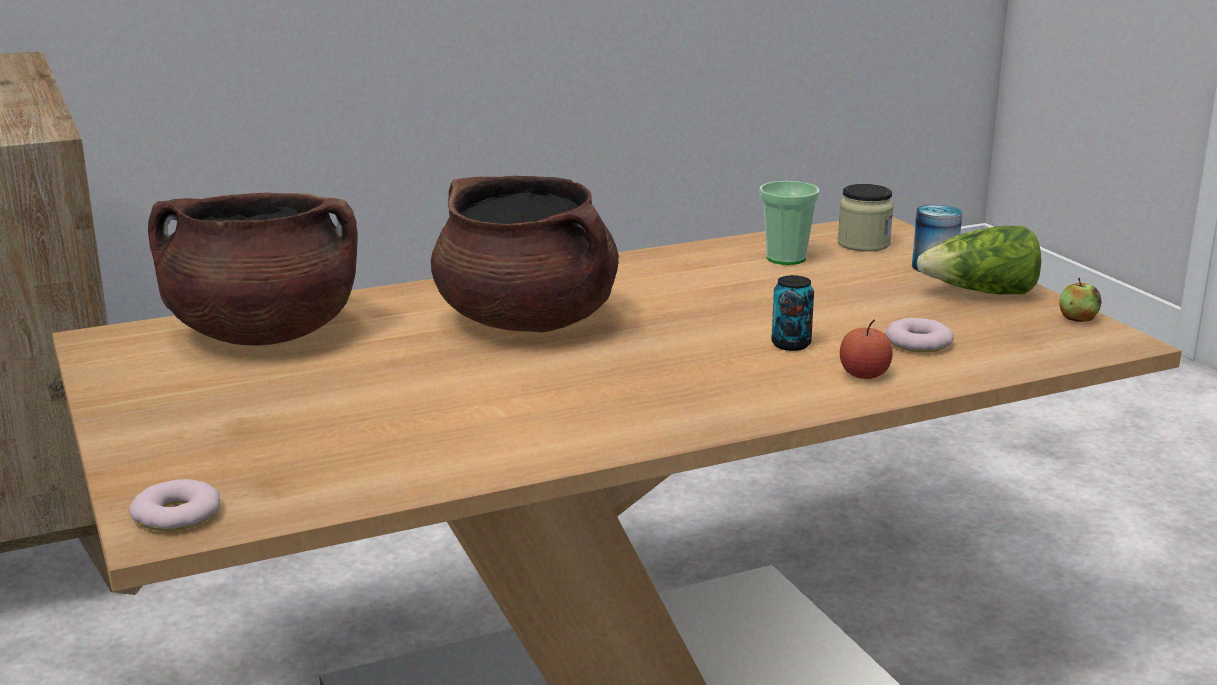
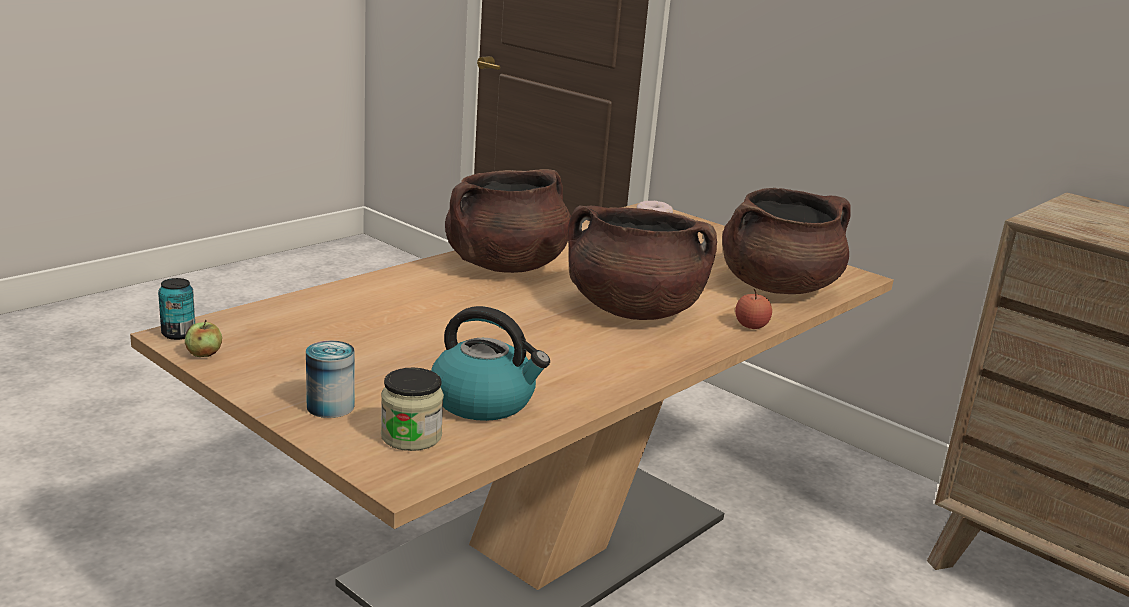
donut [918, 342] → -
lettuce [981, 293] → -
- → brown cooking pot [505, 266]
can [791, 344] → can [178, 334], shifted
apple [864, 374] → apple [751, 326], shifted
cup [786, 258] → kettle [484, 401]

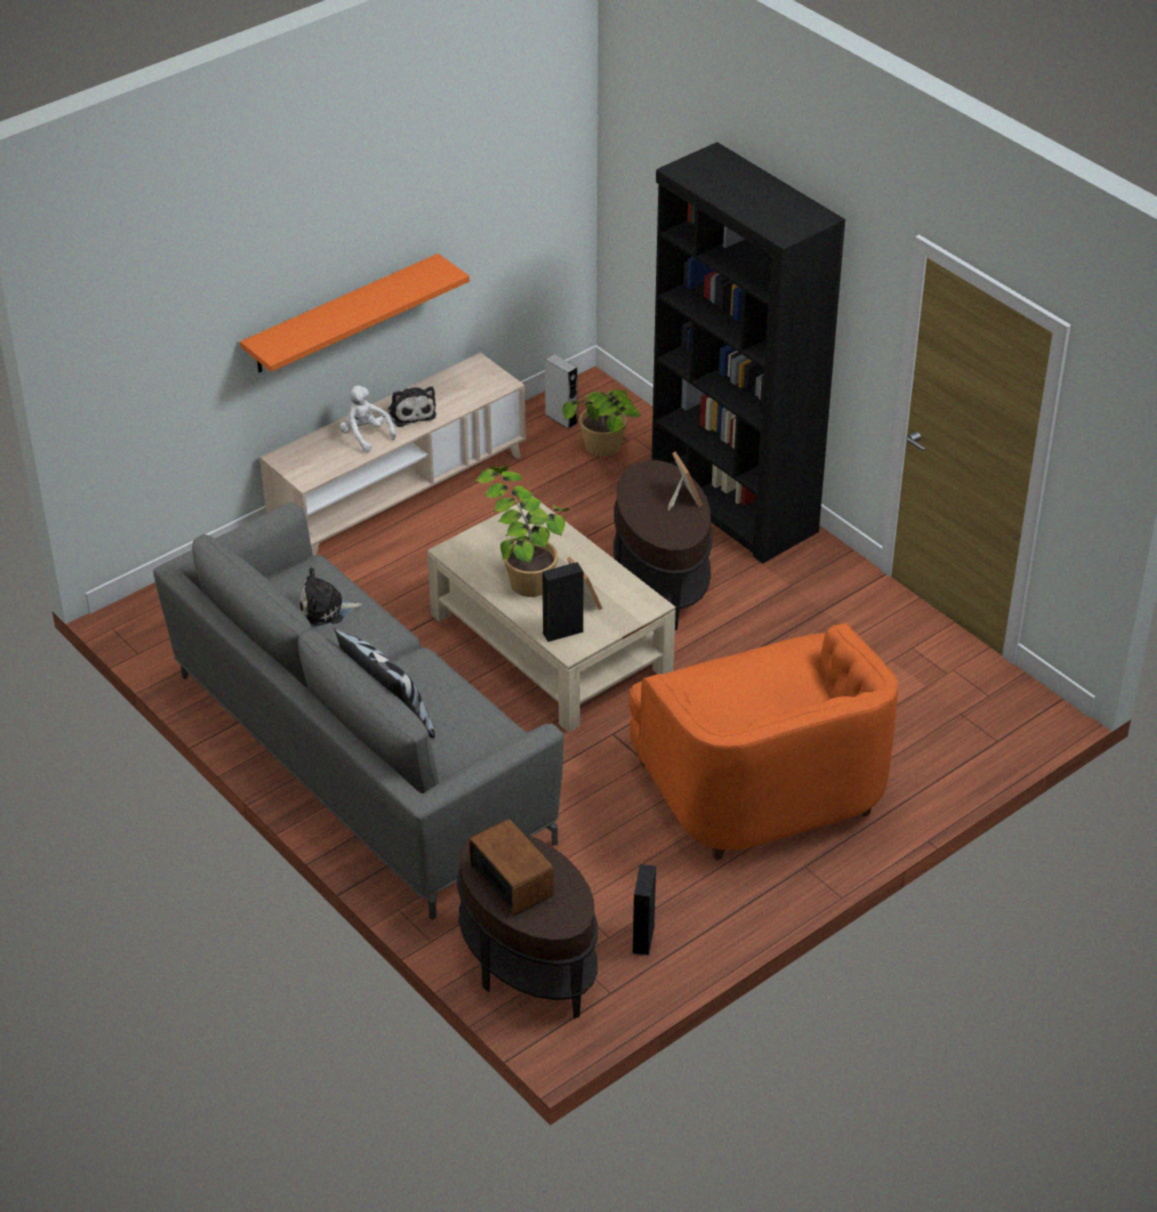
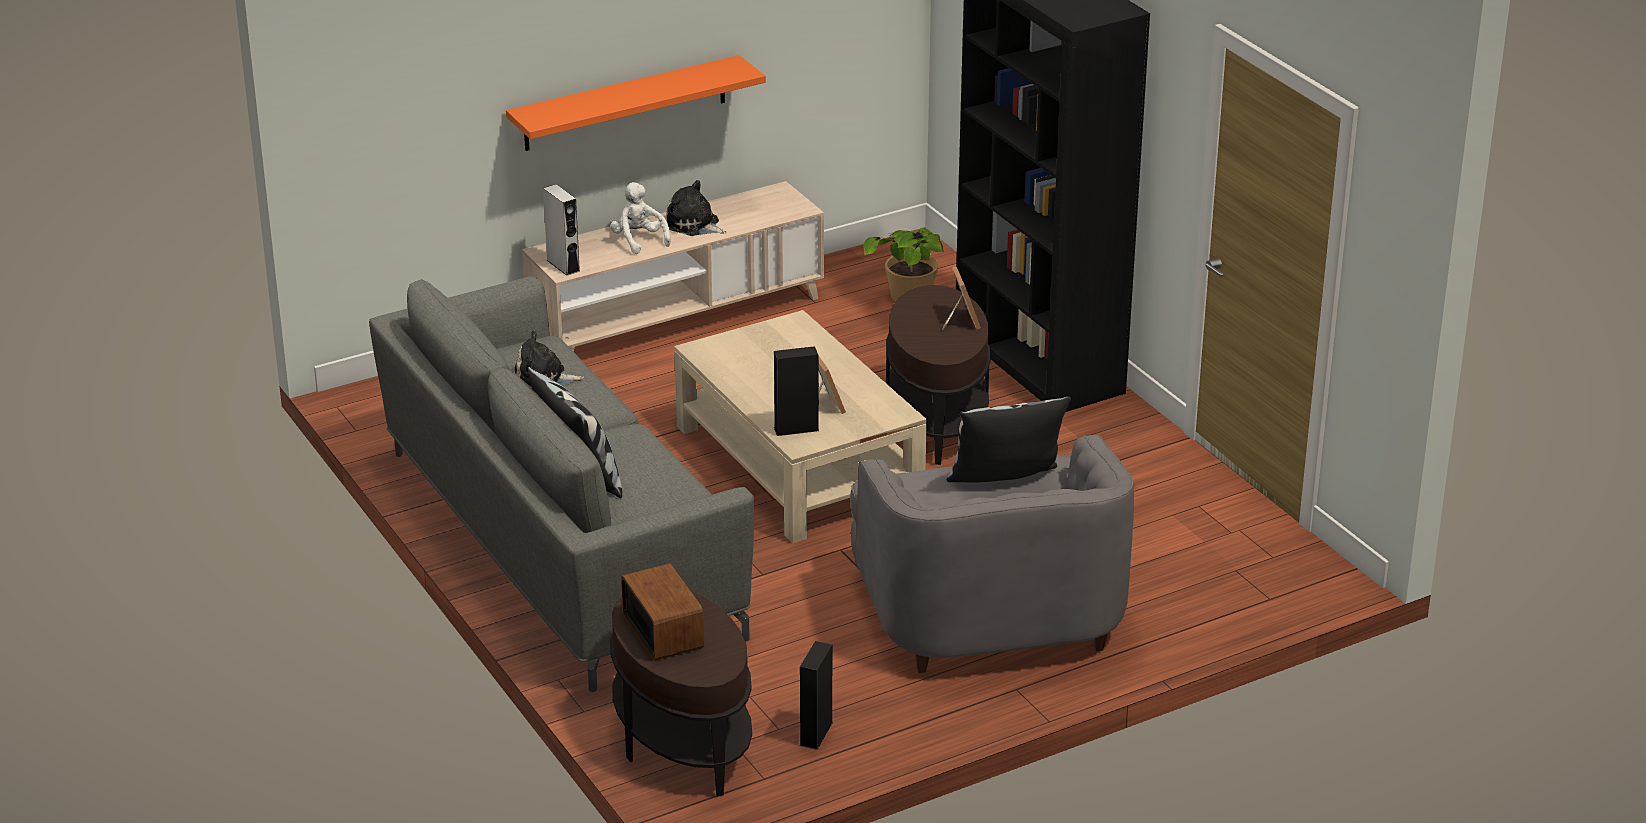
potted plant [523, 570] → -
- → pillow [1006, 482]
grey speaker [561, 419] → grey speaker [563, 265], shifted
orange armchair [761, 785] → grey armchair [990, 611]
plush toy [411, 412] → plush toy [694, 225], 135 degrees clockwise

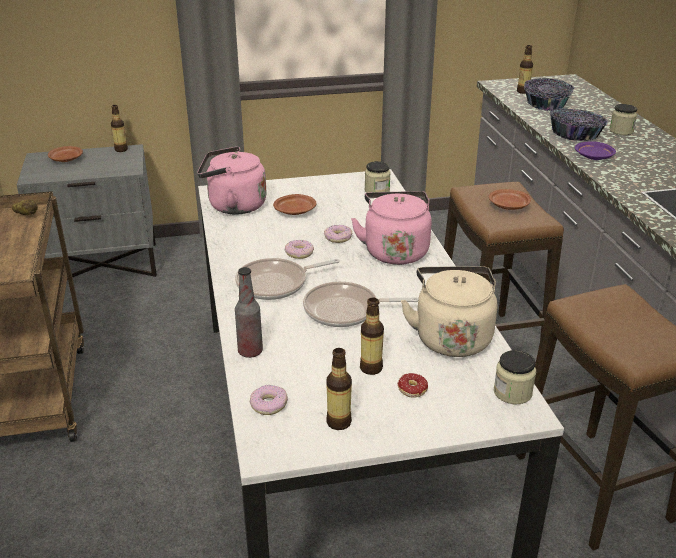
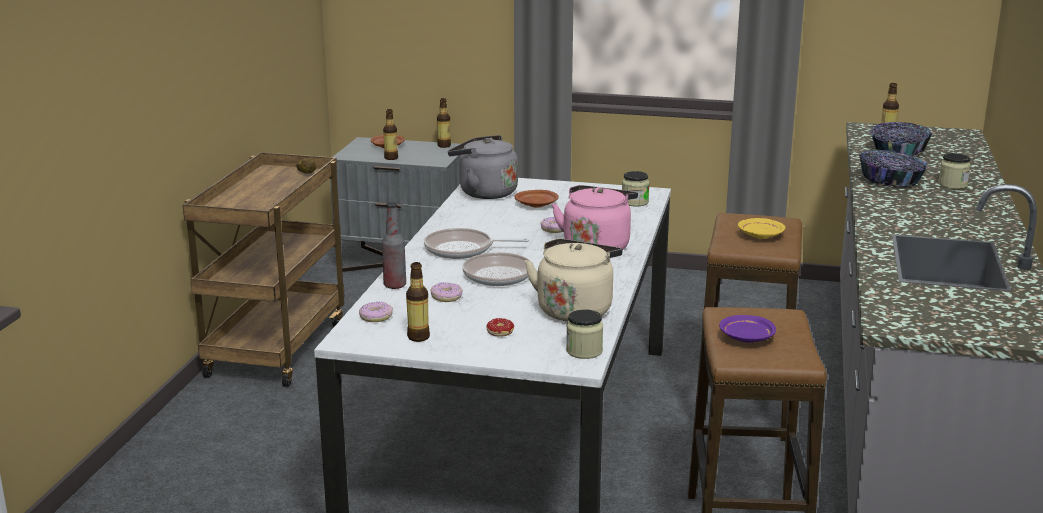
donut [299, 253] → donut [446, 297], shifted
bottle [371, 368] → bottle [391, 158], shifted
purple plate [593, 157] → purple plate [746, 337], shifted
pink kettle [233, 206] → grey kettle [484, 192]
brown plate [508, 206] → yellow plate [760, 235]

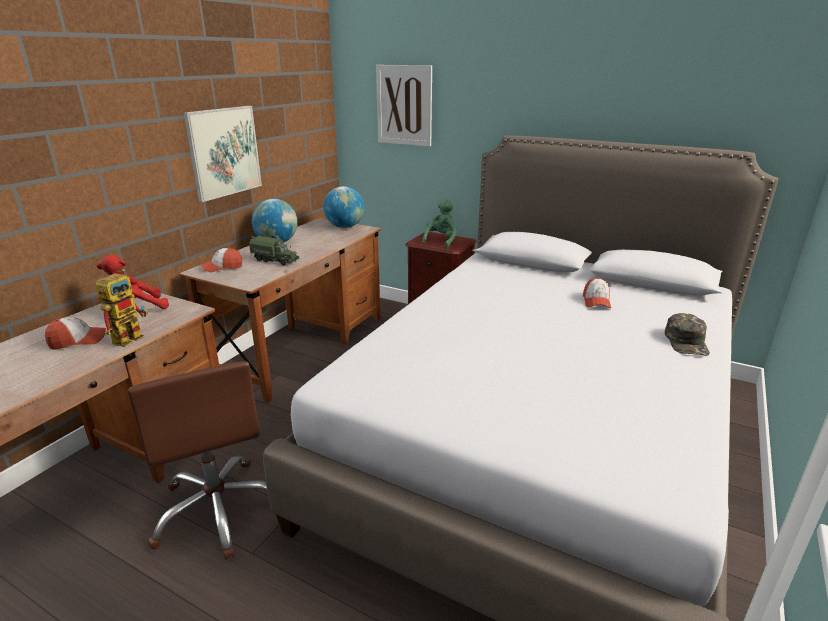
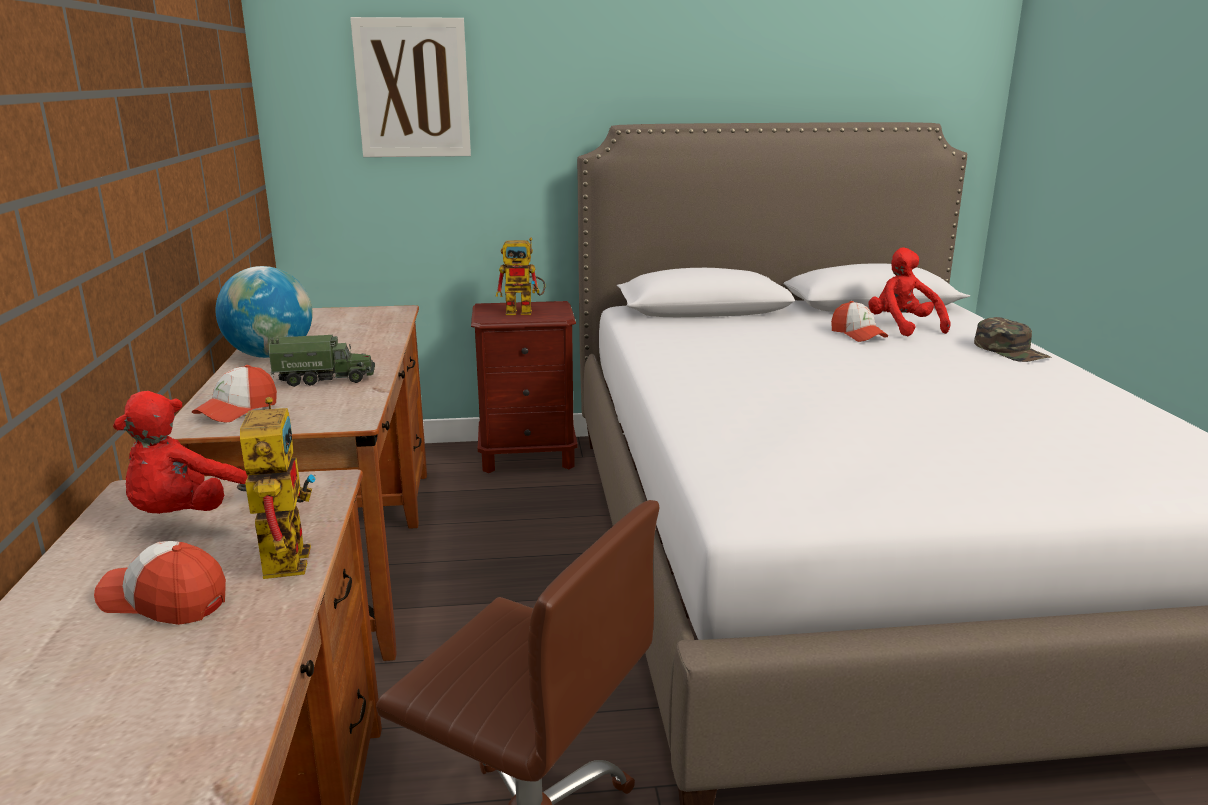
picture [224, 152] → -
globe [345, 227] → -
- → red plush toy [902, 327]
green plush toy [441, 241] → toy robot [525, 311]
cap [78, 341] → cap [164, 600], 105 degrees counterclockwise

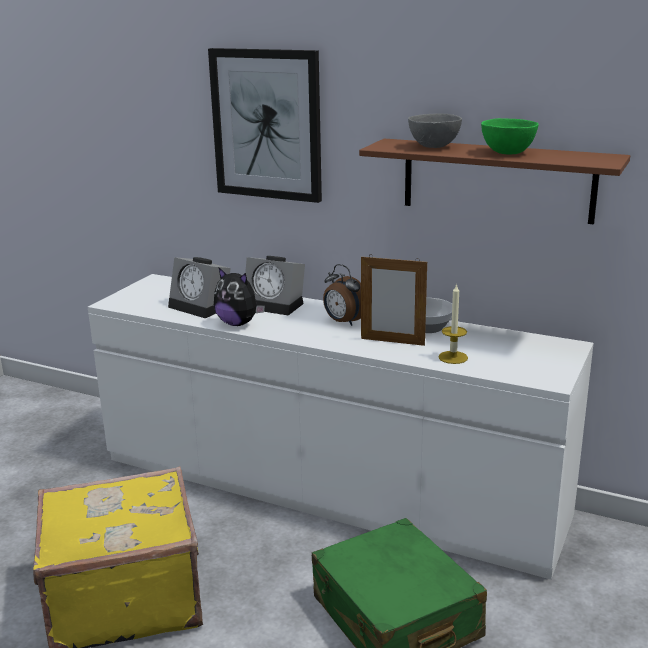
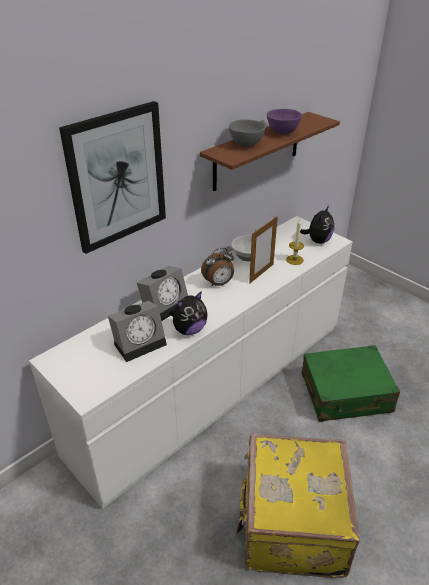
- → plush toy [317, 241]
green bowl [507, 153] → purple bowl [282, 132]

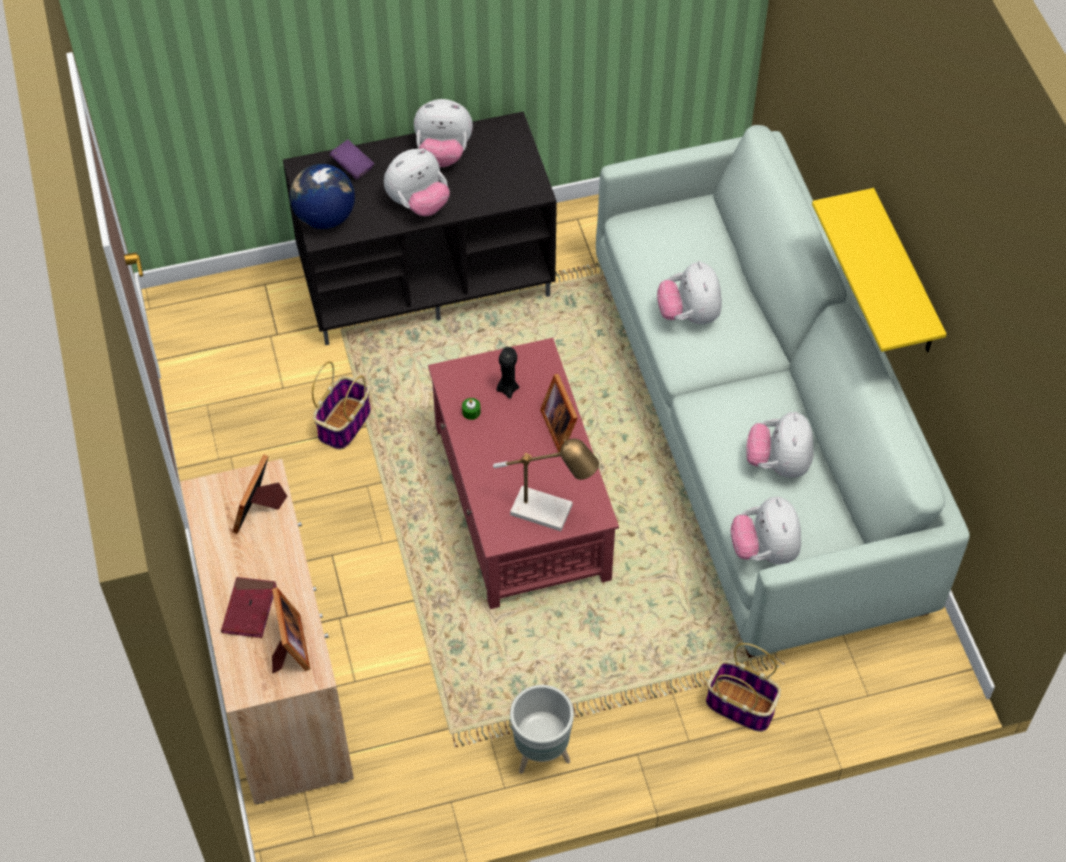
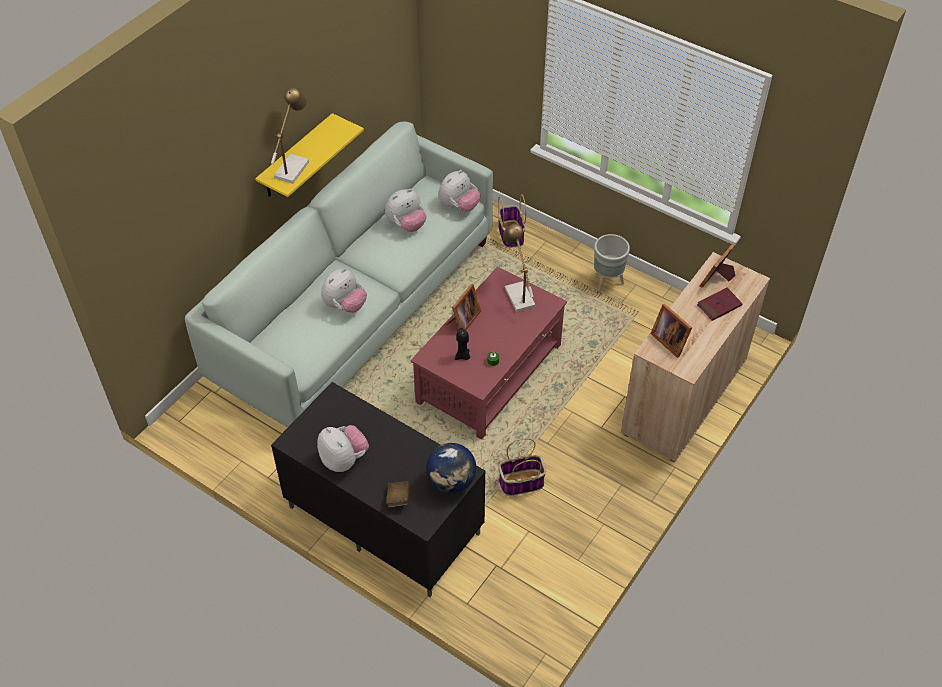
plush toy [418, 203] → -
- → table lamp [293, 166]
purple book [352, 166] → brown book [398, 498]
picture frame [260, 509] → picture frame [669, 340], 75 degrees clockwise

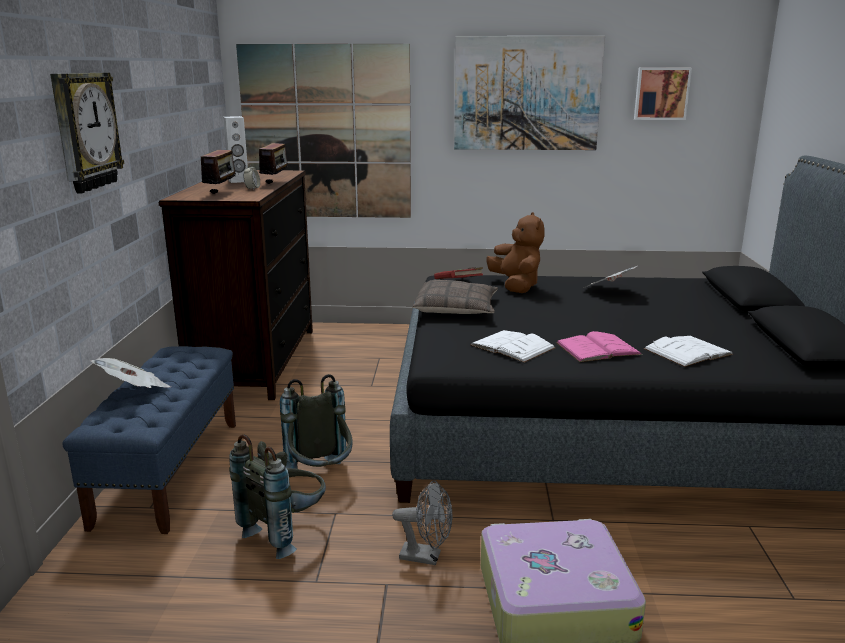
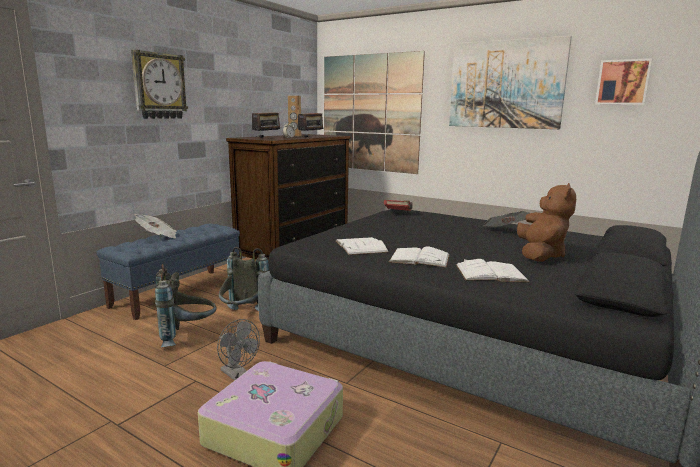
pillow [456, 308] → -
brown plush toy [516, 286] → brown plush toy [540, 255], shifted
white speaker [238, 181] → brown speaker [294, 136]
pink book [598, 348] → white book [419, 258]

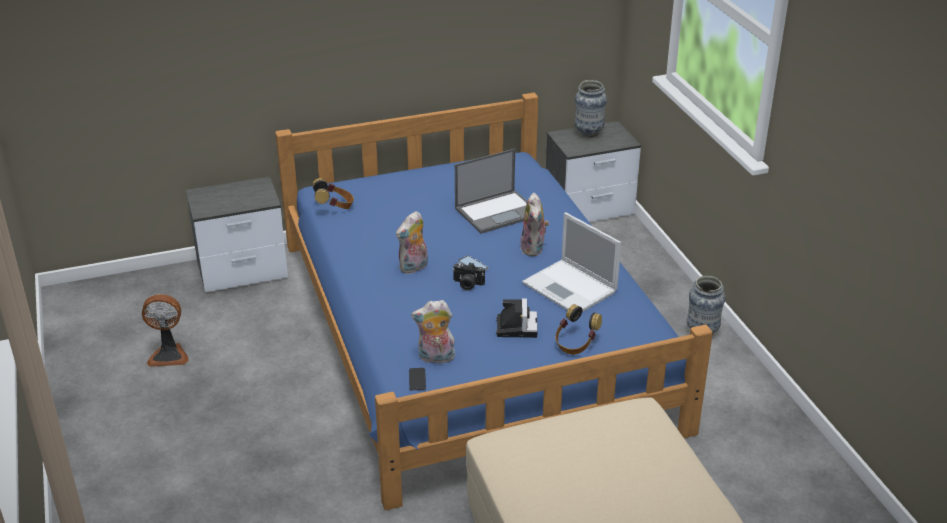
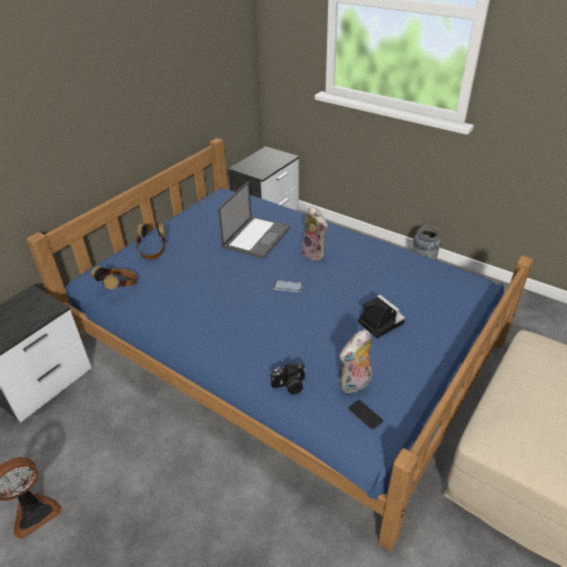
plush toy [414, 268] → -
laptop [571, 288] → -
vase [588, 133] → -
photo camera [467, 284] → photo camera [290, 386], shifted
headphones [575, 344] → headphones [153, 251], shifted

